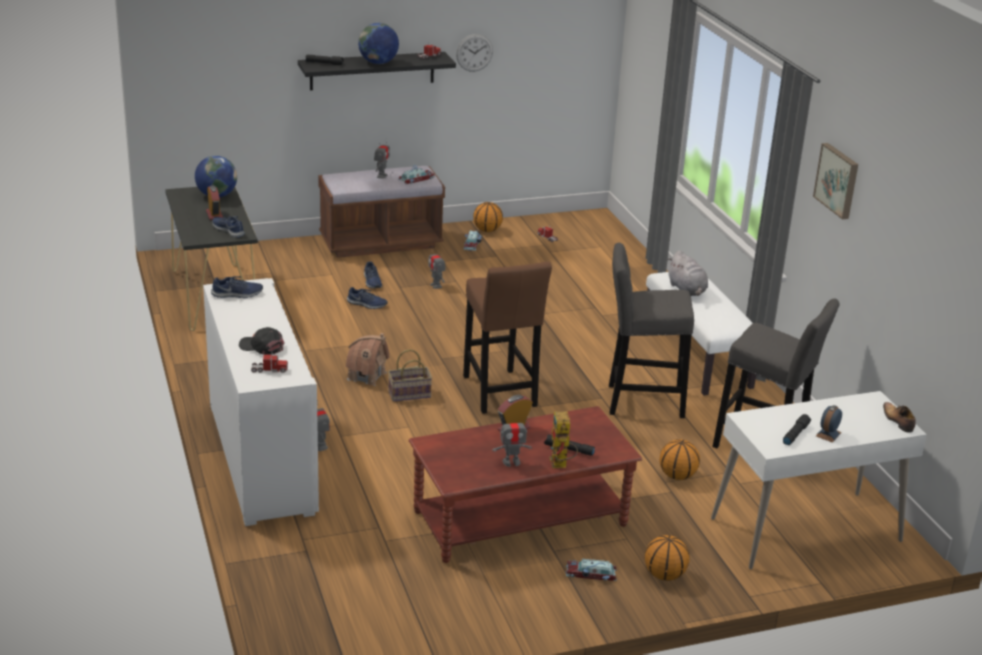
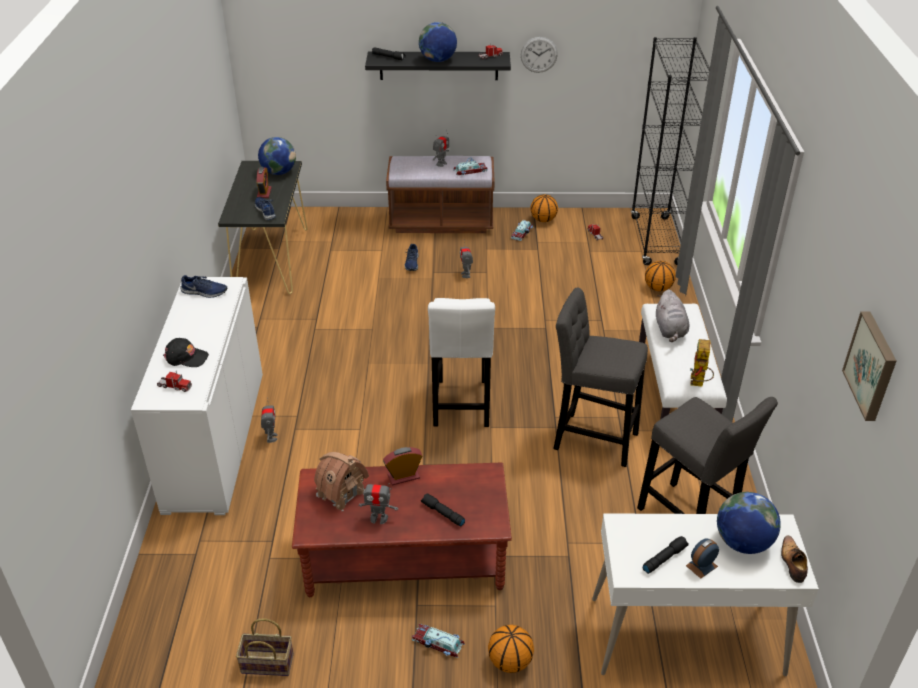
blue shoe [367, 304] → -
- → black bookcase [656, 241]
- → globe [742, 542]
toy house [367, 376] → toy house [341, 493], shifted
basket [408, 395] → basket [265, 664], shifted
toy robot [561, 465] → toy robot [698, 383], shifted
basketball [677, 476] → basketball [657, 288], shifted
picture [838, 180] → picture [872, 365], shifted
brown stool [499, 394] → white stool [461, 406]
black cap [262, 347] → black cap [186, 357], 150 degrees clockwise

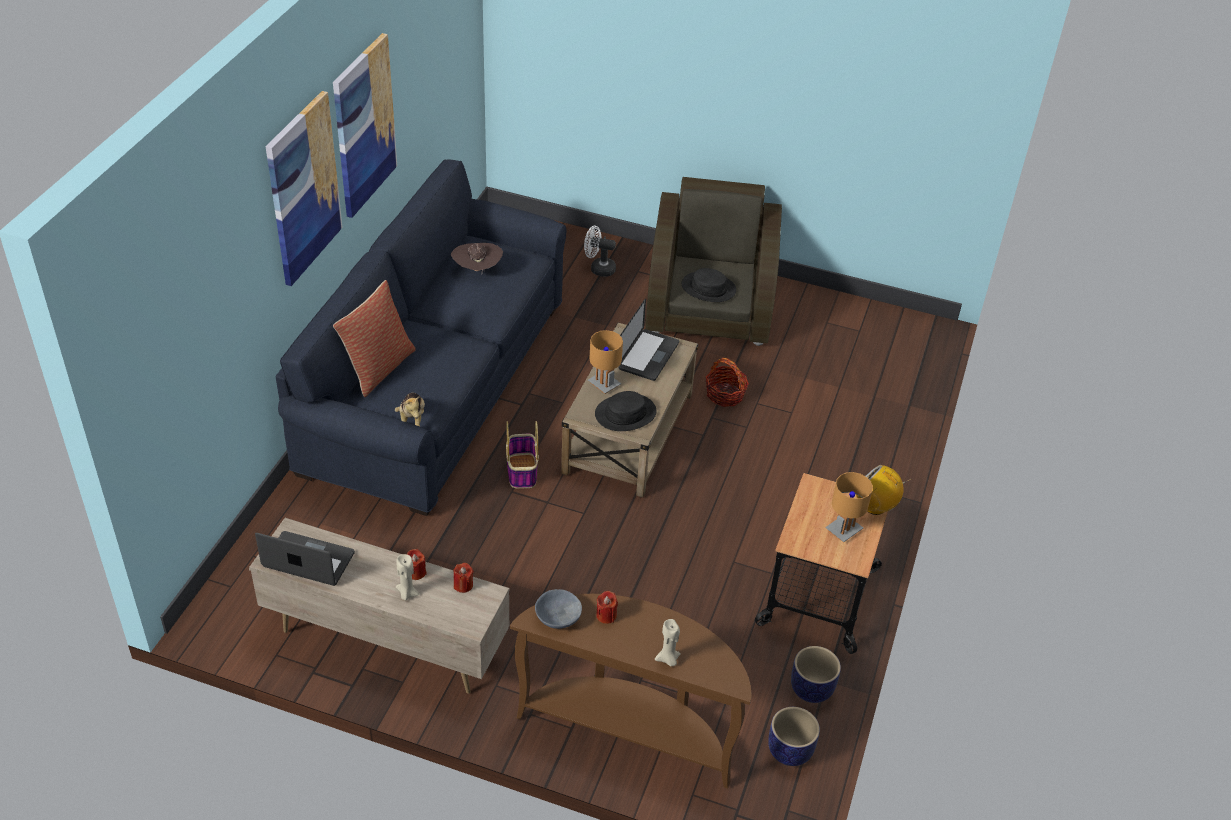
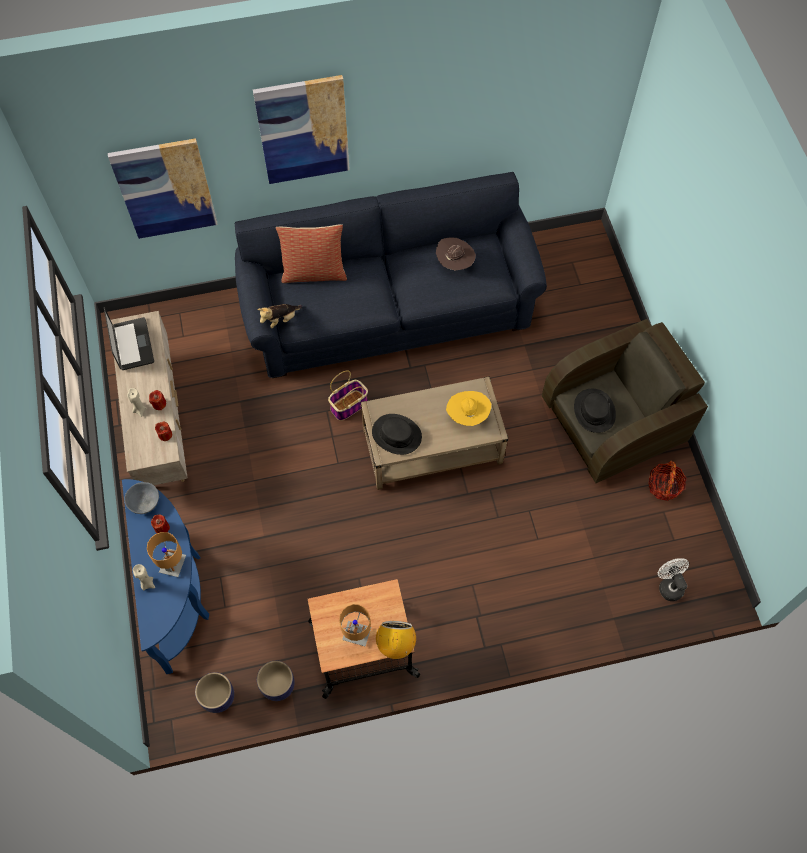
picture [364, 125] → picture [165, 188], shifted
white fan [598, 269] → white fan [669, 585], shifted
brown table lamp [604, 384] → brown table lamp [173, 564], shifted
basket [725, 395] → basket [664, 486], shifted
laptop [648, 356] → yellow hat [467, 415]
brown console table [630, 728] → blue console table [179, 592]

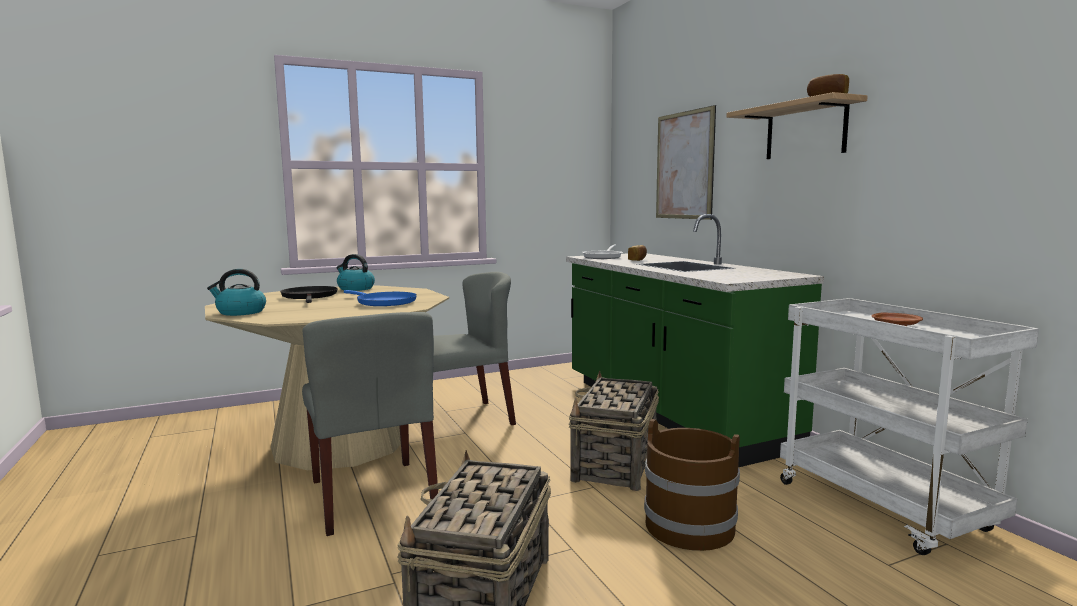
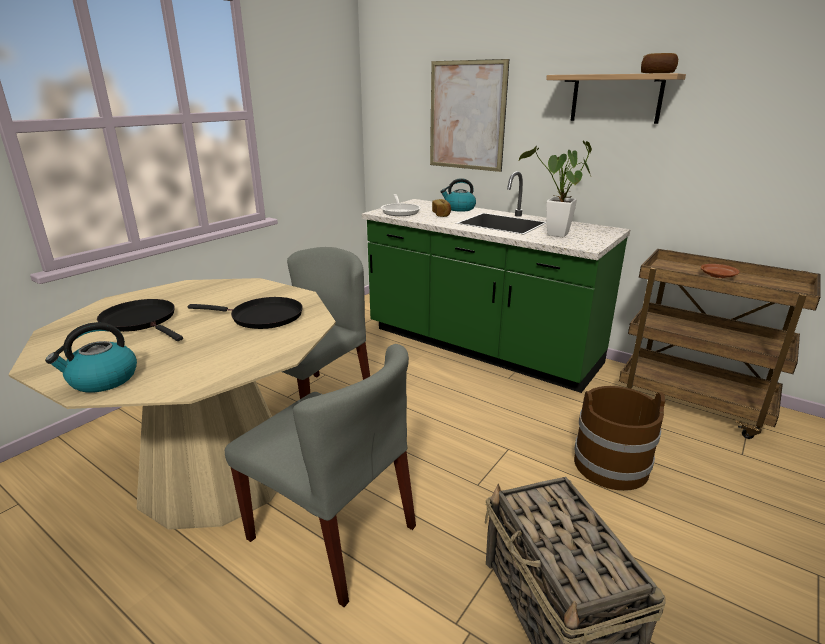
basket [615, 464] → -
- → potted plant [555, 236]
kettle [355, 288] → kettle [459, 209], shifted
blue frying pan [384, 302] → black frying pan [262, 317]
white cart [885, 508] → brown cart [694, 403]

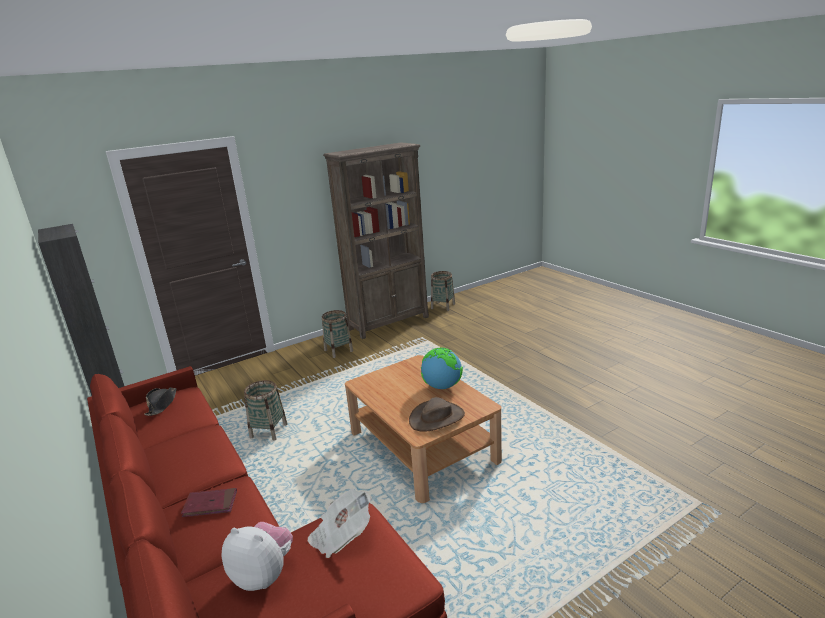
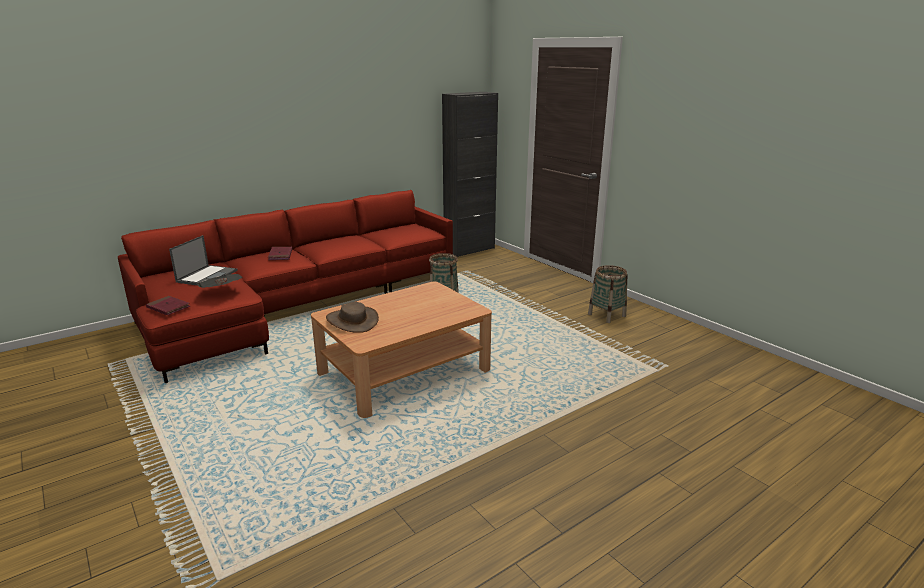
black hat [162, 404] → -
brown bookcase [389, 323] → -
globe [442, 386] → -
basket [443, 306] → -
- → red book [168, 307]
plush toy [264, 574] → laptop [207, 276]

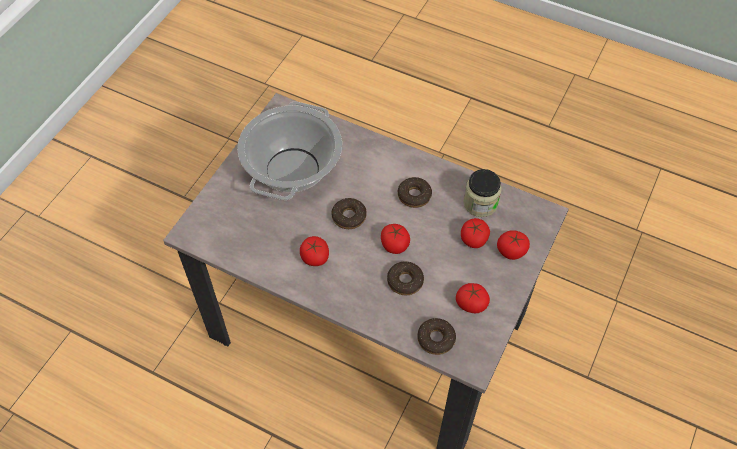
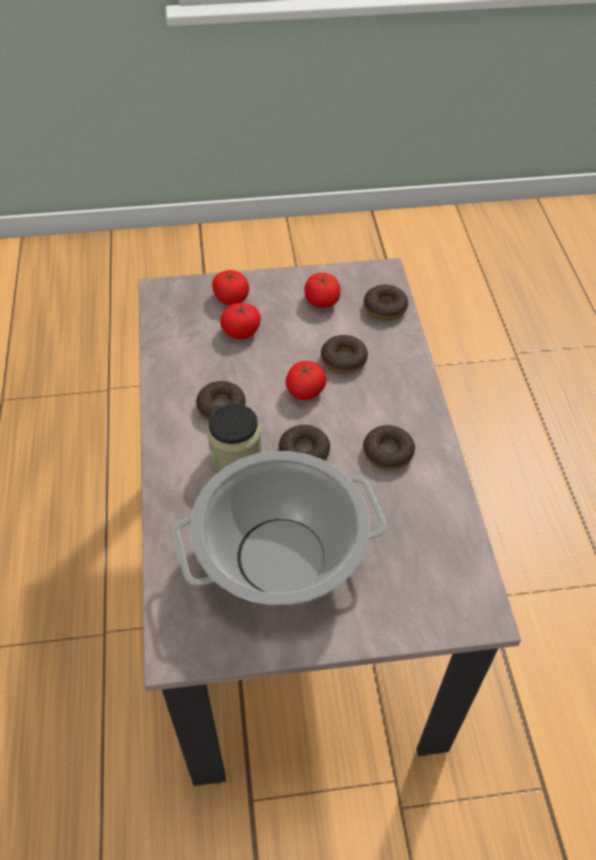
jar [480, 203] → jar [236, 456], shifted
tomato [315, 257] → donut [388, 452]

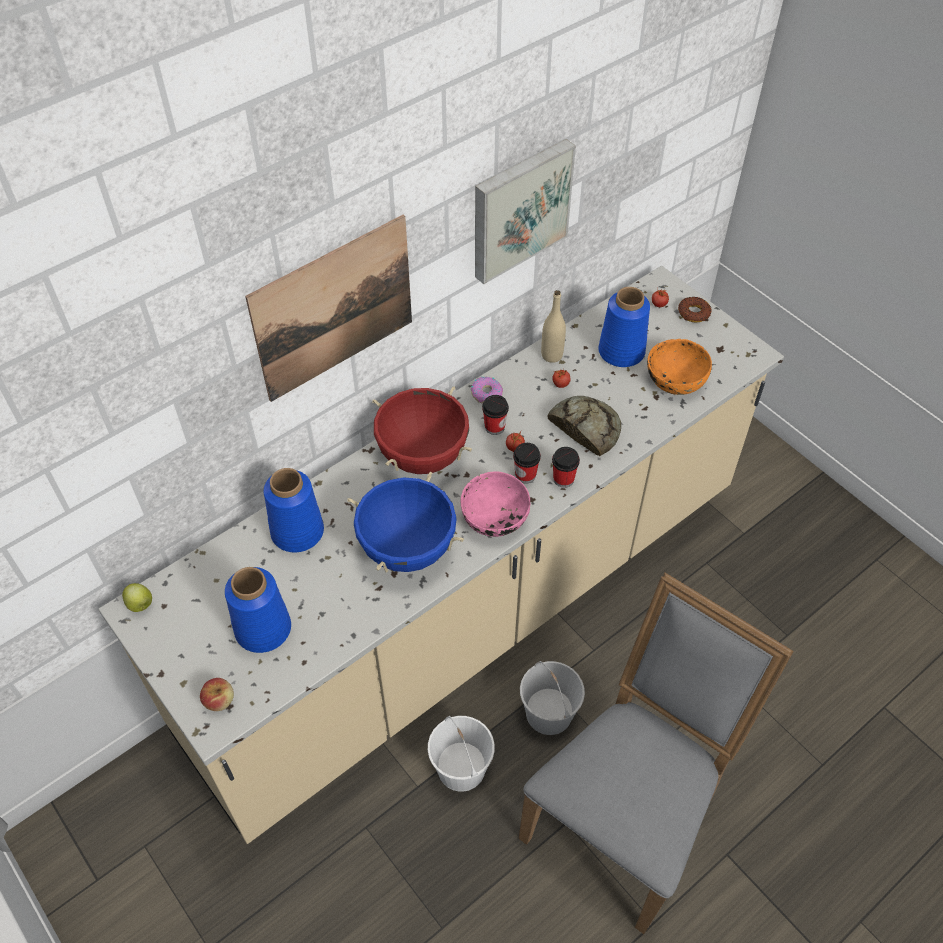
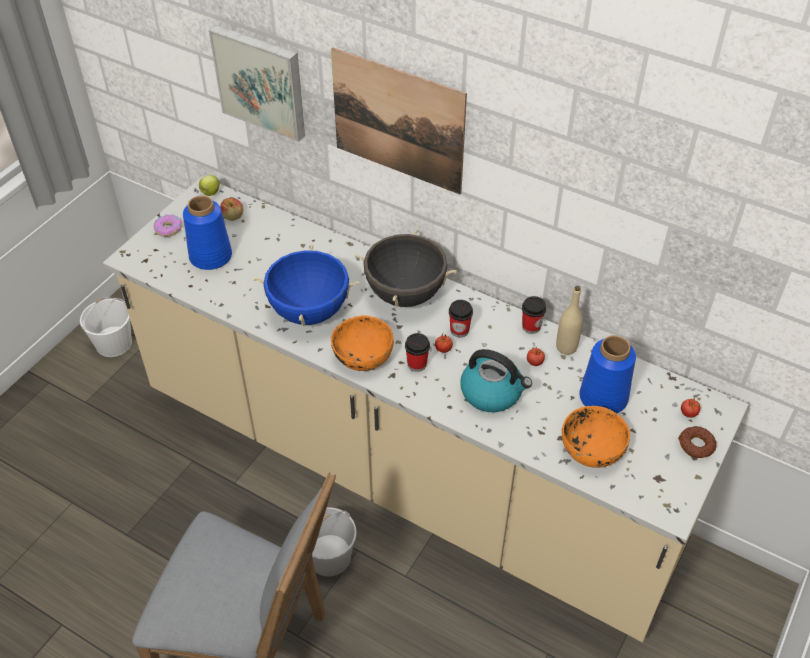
blue vase [298, 532] → -
apple [219, 700] → apple [233, 216], shifted
white bucket [460, 767] → white bucket [114, 343], shifted
donut [486, 393] → donut [168, 229], shifted
picture [519, 209] → picture [261, 81], shifted
cup [563, 479] → cup [531, 327], shifted
bread [585, 427] → kettle [492, 393]
red cooking pot [422, 456] → black cooking pot [405, 294]
pink bowl [494, 518] → orange bowl [362, 355]

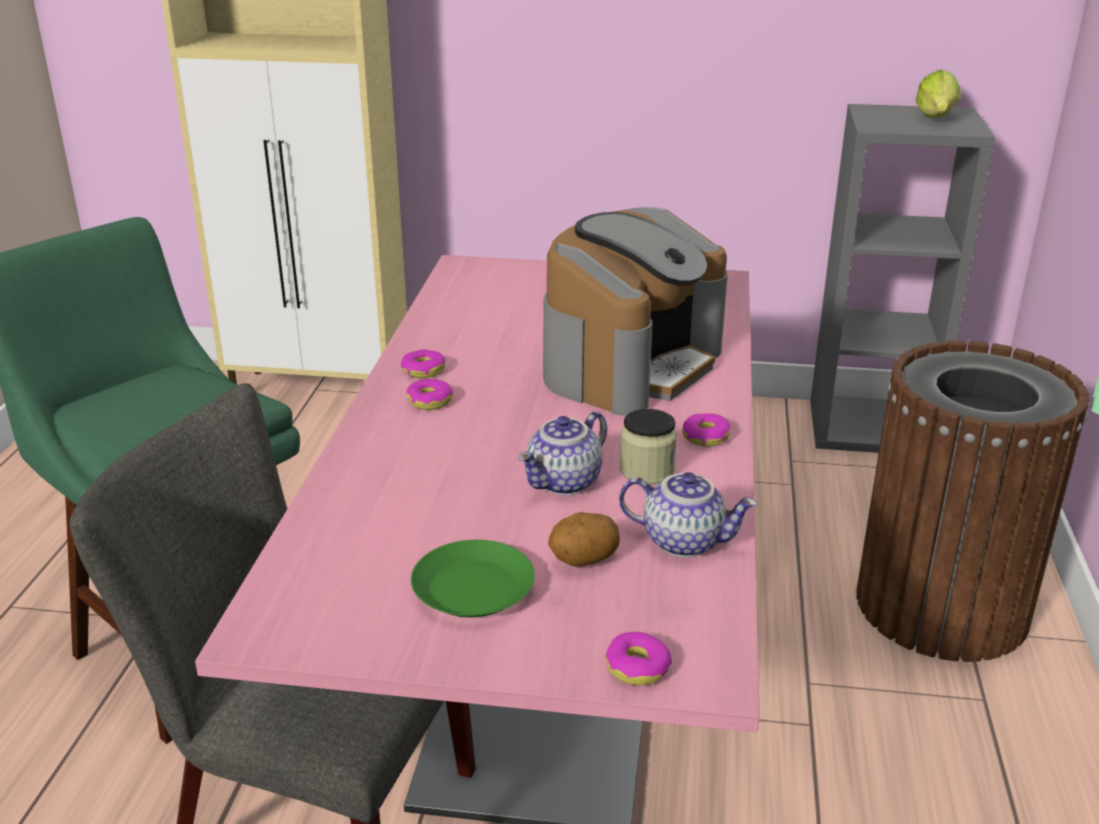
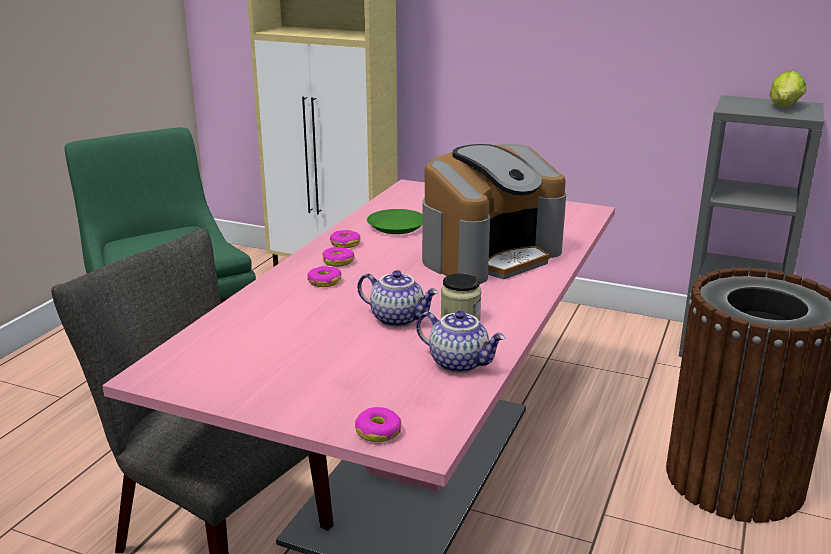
potato [583, 560] → -
green plate [472, 588] → green plate [396, 226], shifted
donut [705, 437] → donut [324, 282], shifted
teapot [565, 483] → teapot [398, 319], 120 degrees counterclockwise

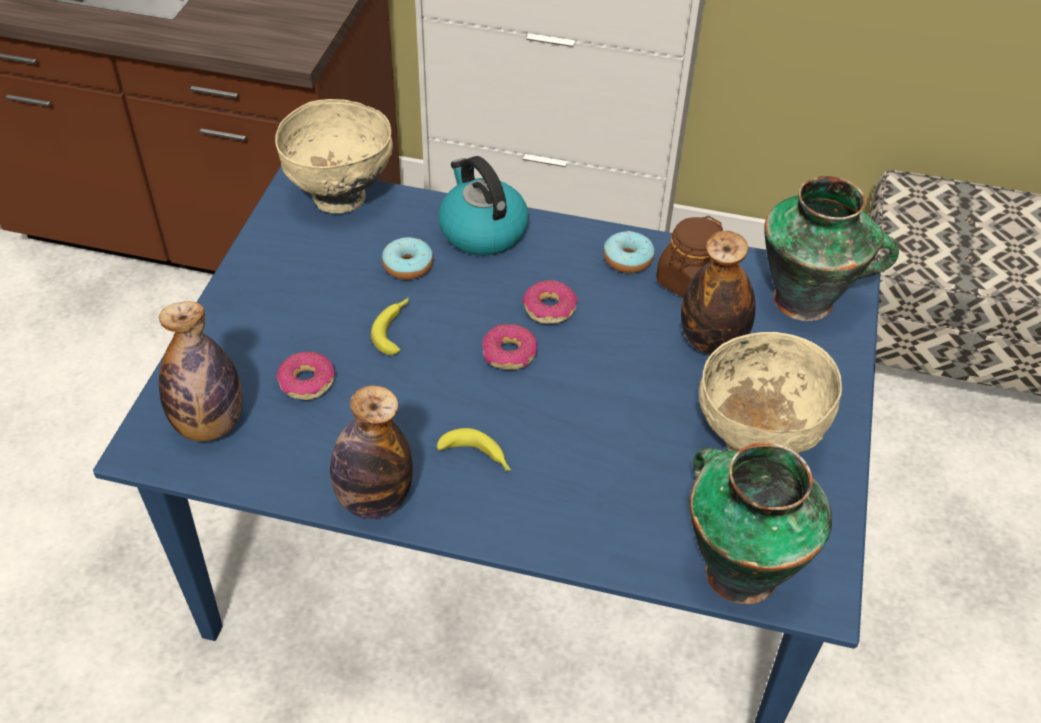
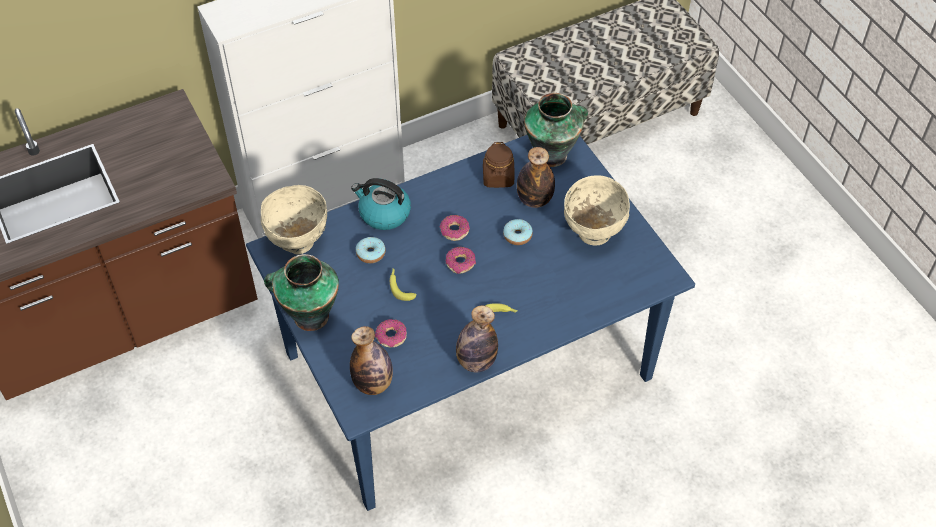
donut [627, 259] → donut [517, 236], shifted
vase [738, 569] → vase [309, 316], shifted

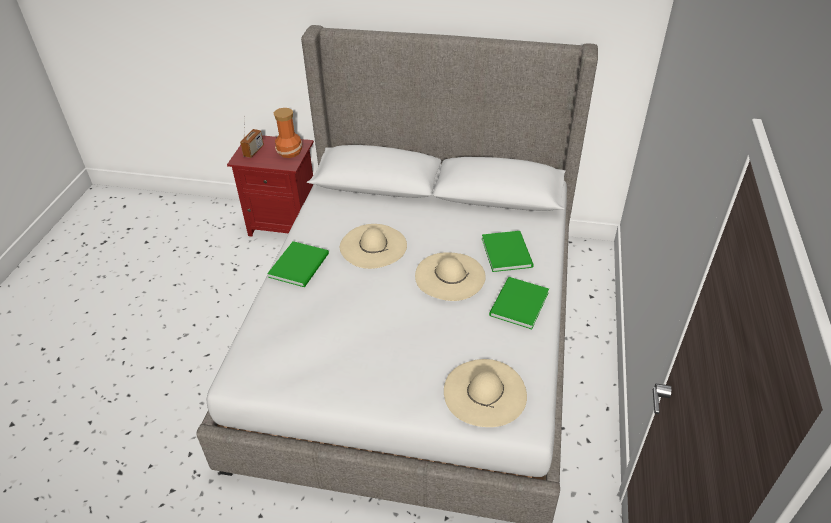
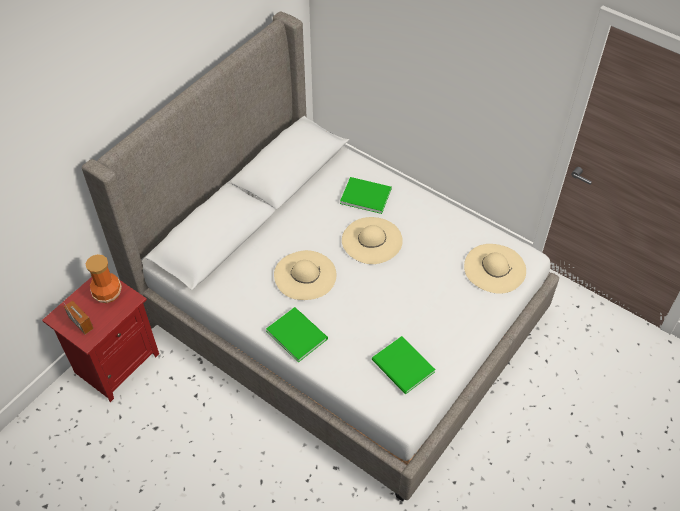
green book [517, 304] → green book [403, 368], shifted

